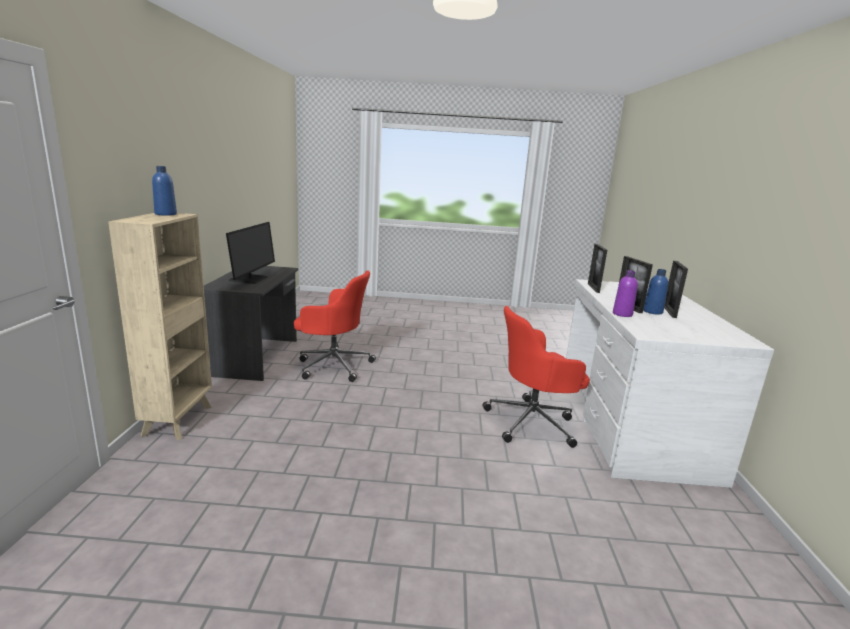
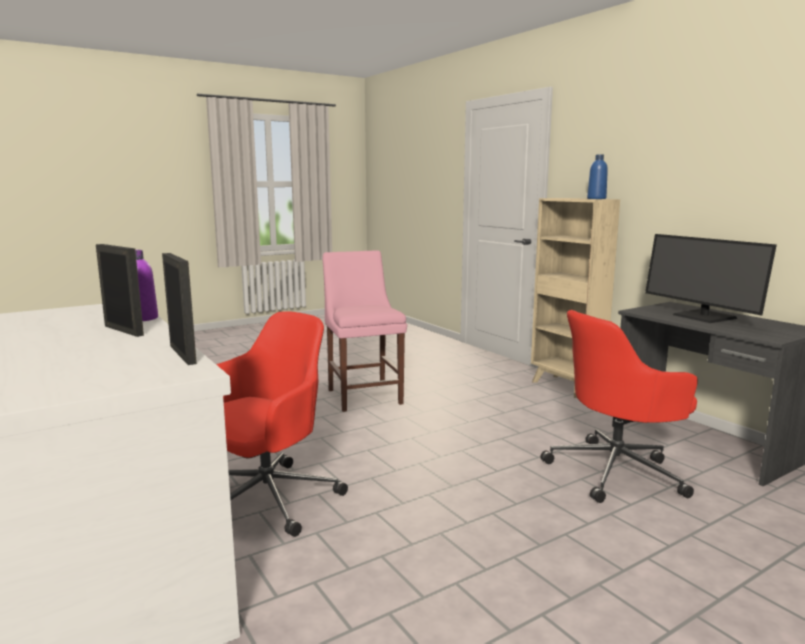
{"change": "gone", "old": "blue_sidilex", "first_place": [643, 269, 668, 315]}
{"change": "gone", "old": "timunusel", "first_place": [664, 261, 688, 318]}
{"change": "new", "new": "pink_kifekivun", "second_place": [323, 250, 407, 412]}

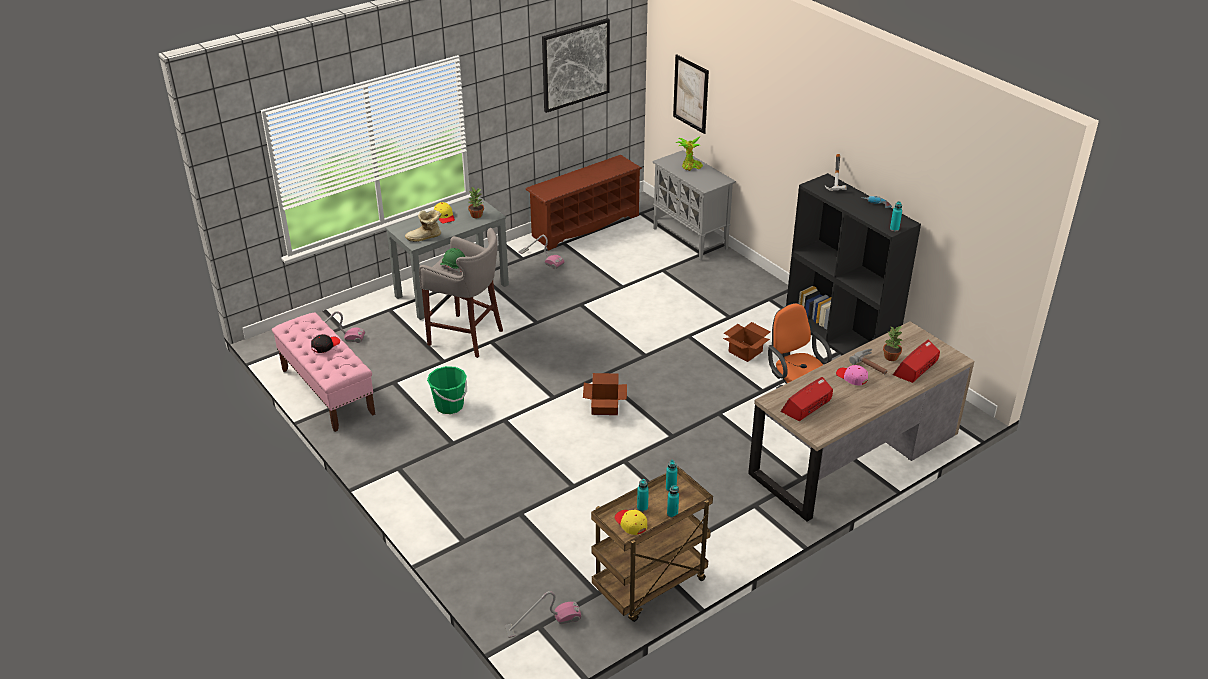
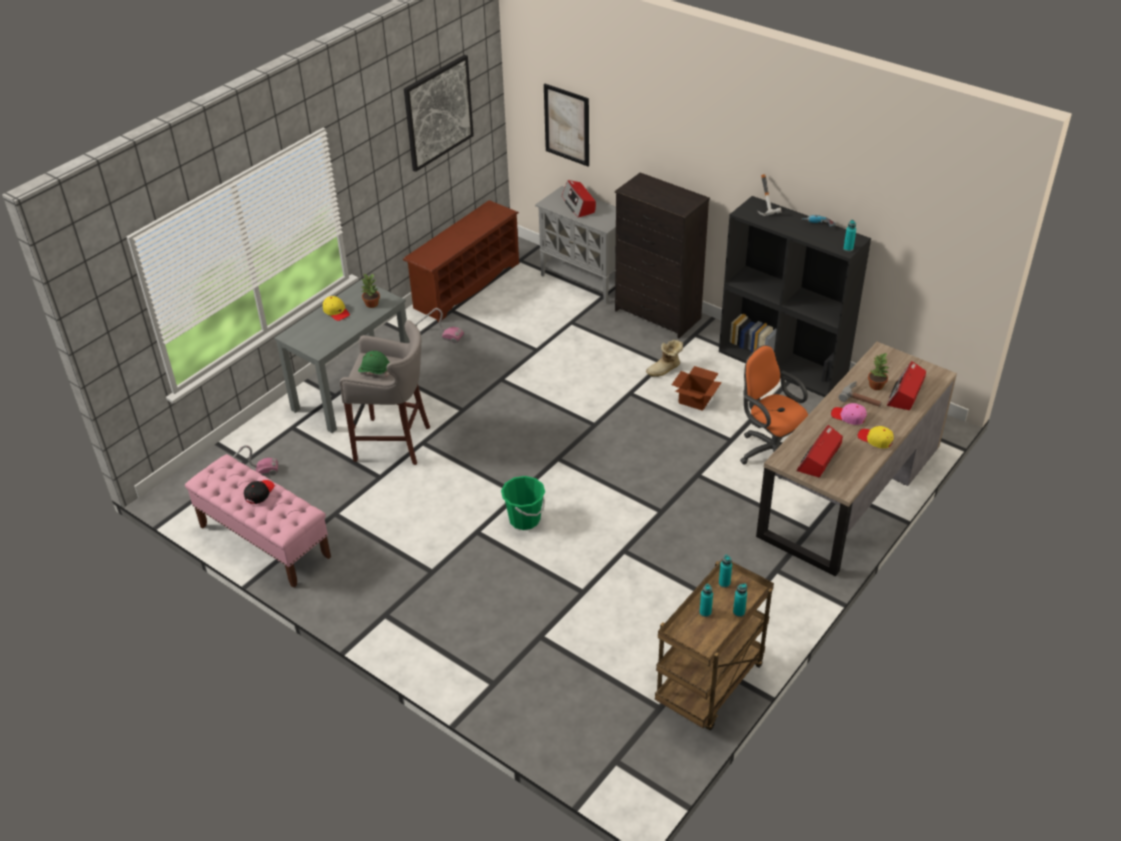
{"change": "gone", "old": "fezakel", "first_place": [505, 591, 582, 638]}
{"change": "gone", "old": "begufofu", "first_place": [583, 373, 627, 415]}
{"change": "new", "new": "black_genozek", "second_place": [615, 173, 710, 338]}
{"change": "shifted", "old": "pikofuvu", "first_place": [405, 210, 441, 242], "second_place": [646, 339, 683, 377]}
{"change": "shifted", "old": "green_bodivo", "first_place": [427, 366, 467, 414], "second_place": [501, 476, 545, 530]}
{"change": "shifted", "old": "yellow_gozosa", "first_place": [615, 510, 647, 535], "second_place": [858, 426, 894, 448]}
{"change": "swapped", "old": "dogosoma", "new": "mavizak", "first_place": [676, 136, 703, 171], "second_place": [562, 180, 596, 218]}

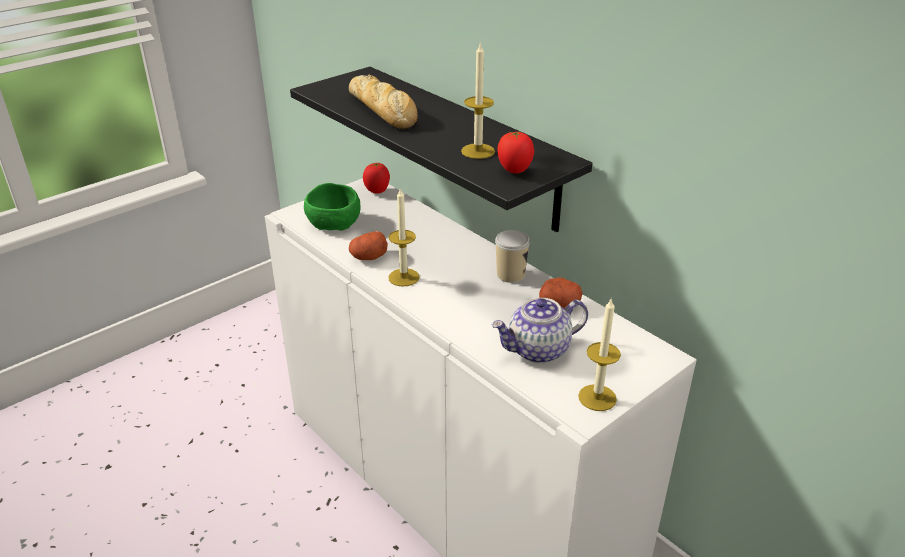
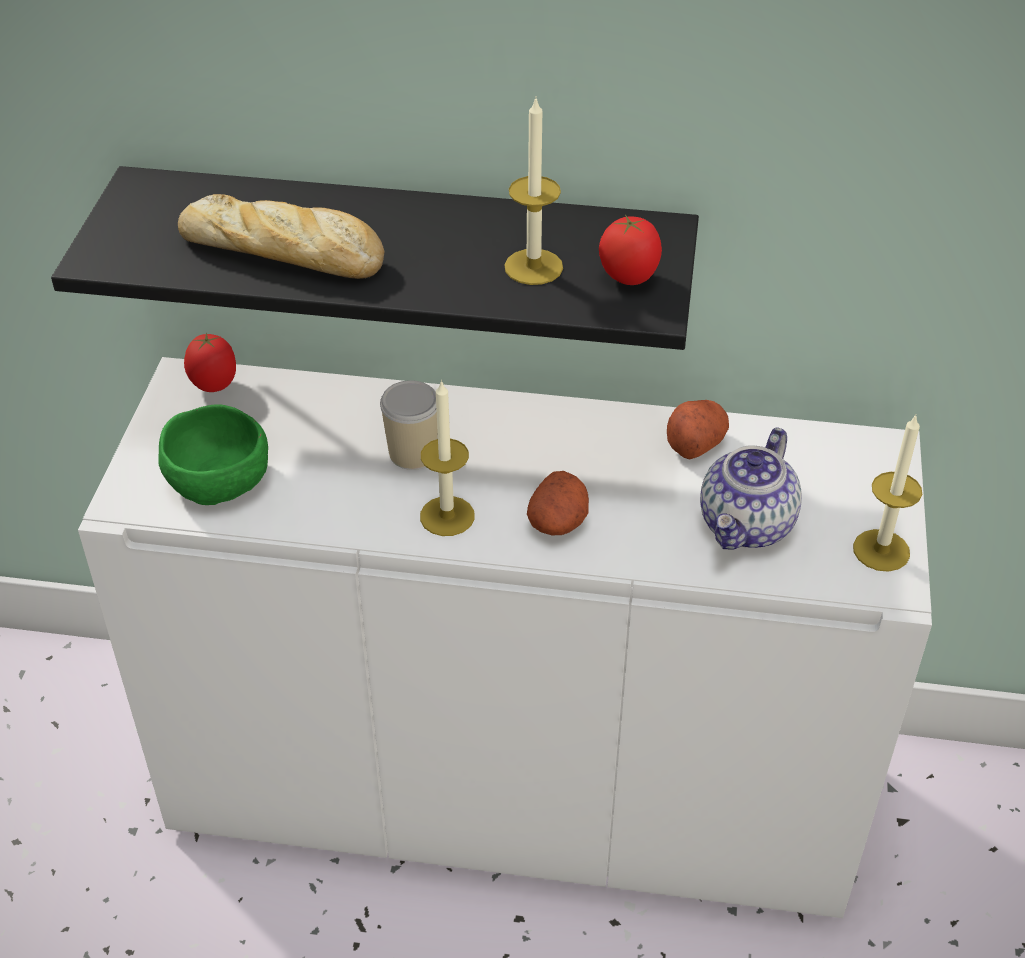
{"change": "shifted", "old": "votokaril", "first_place": [349, 231, 388, 260], "second_place": [527, 471, 589, 535]}
{"change": "shifted", "old": "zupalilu", "first_place": [495, 230, 530, 283], "second_place": [380, 380, 438, 470]}

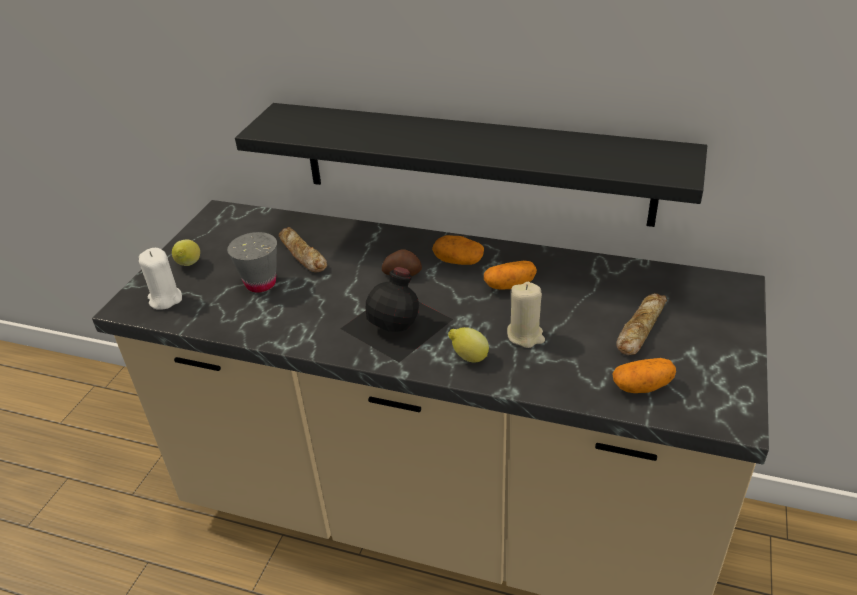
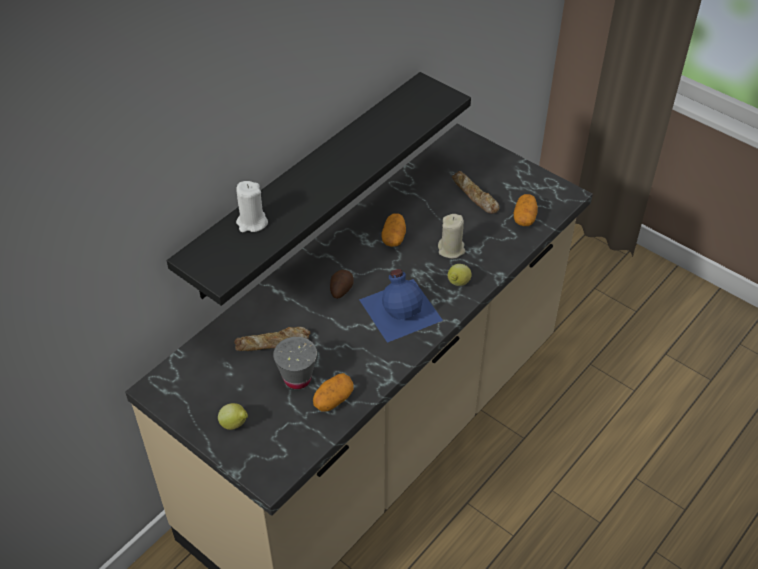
{"change": "shifted", "old": "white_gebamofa", "first_place": [139, 248, 182, 310], "second_place": [236, 181, 268, 232]}
{"change": "shifted", "old": "votokaril", "first_place": [432, 235, 484, 265], "second_place": [313, 373, 354, 411]}
{"change": "repainted", "old": "black_sidilex", "new": "blue_sidilex", "first_place": [340, 267, 453, 362], "second_place": [359, 269, 443, 343]}

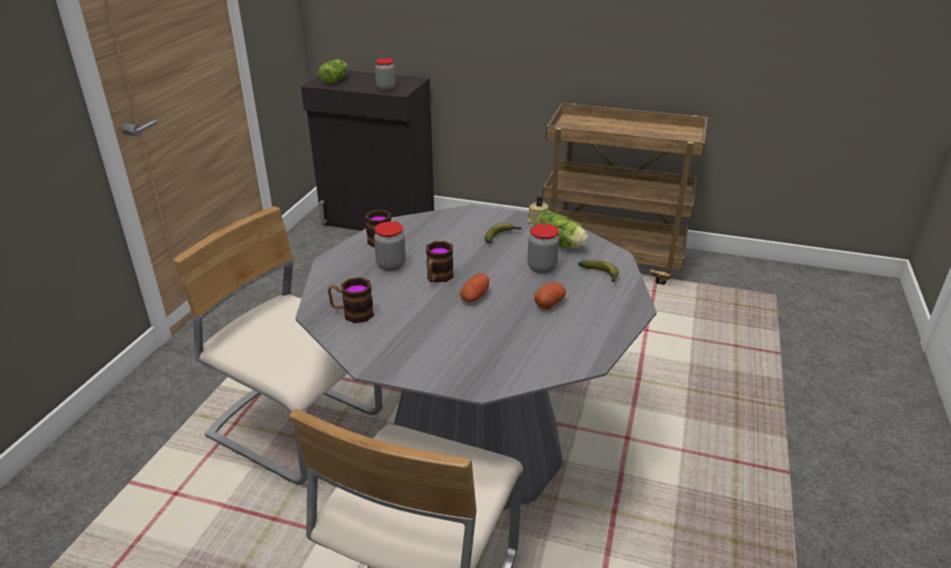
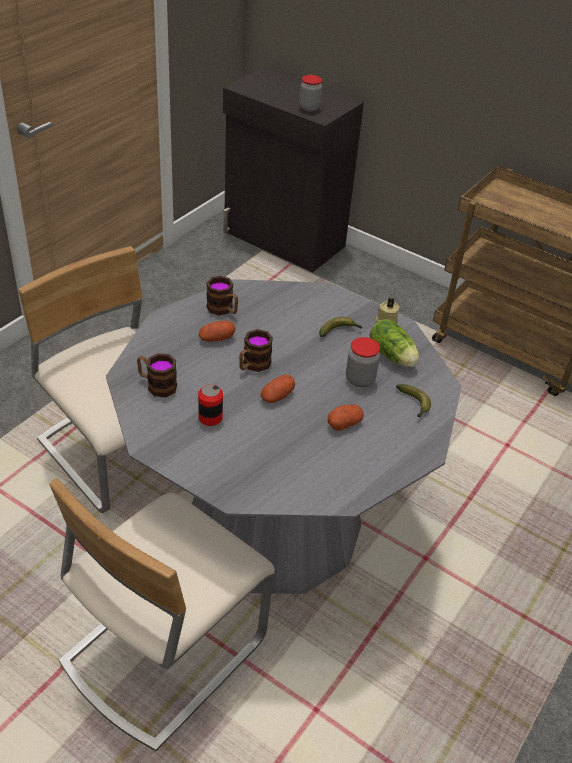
{"change": "gone", "old": "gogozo", "first_place": [319, 59, 348, 84]}
{"change": "new", "new": "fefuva", "second_place": [198, 384, 223, 426]}
{"change": "swapped", "old": "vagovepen", "new": "votokaril", "first_place": [374, 222, 406, 271], "second_place": [199, 321, 236, 342]}

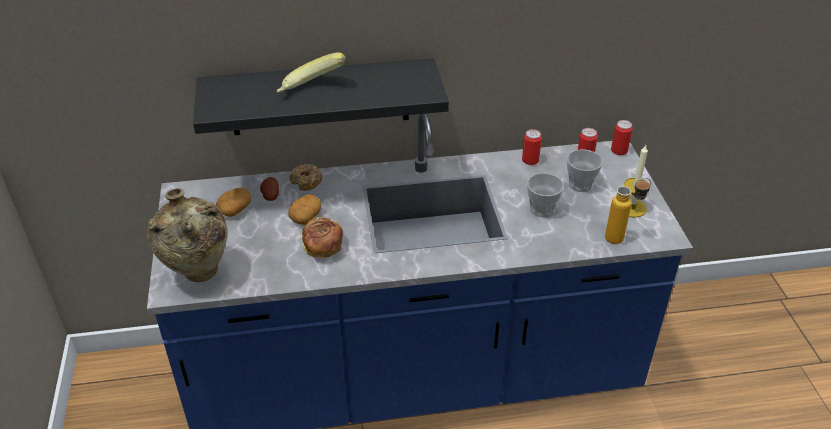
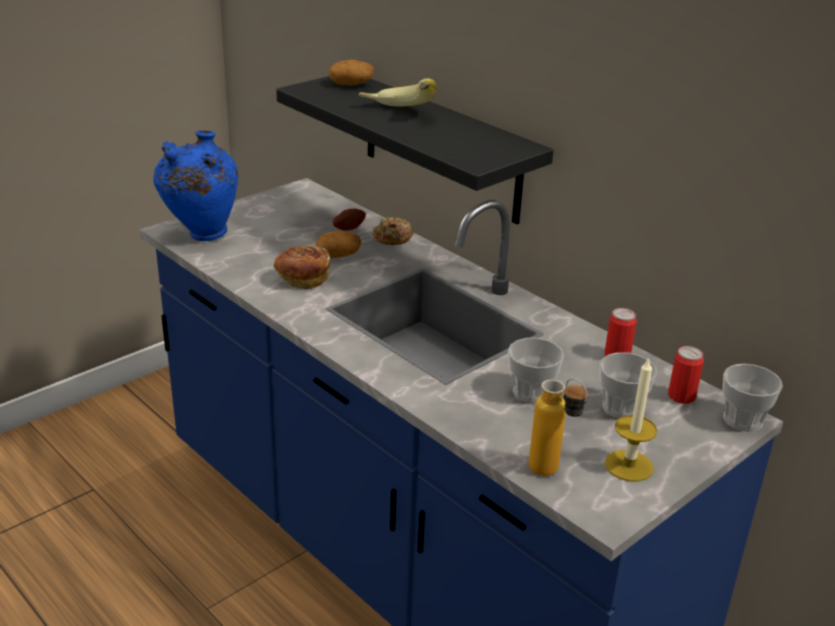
{"change": "shifted", "old": "votokaril", "first_place": [216, 188, 251, 217], "second_place": [328, 59, 374, 85]}
{"change": "swapped", "old": "fefuva", "new": "zupalilu", "first_place": [611, 120, 633, 155], "second_place": [723, 364, 783, 432]}
{"change": "repainted", "old": "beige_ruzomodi", "new": "blue_ruzomodi", "first_place": [147, 188, 227, 282], "second_place": [153, 130, 238, 241]}

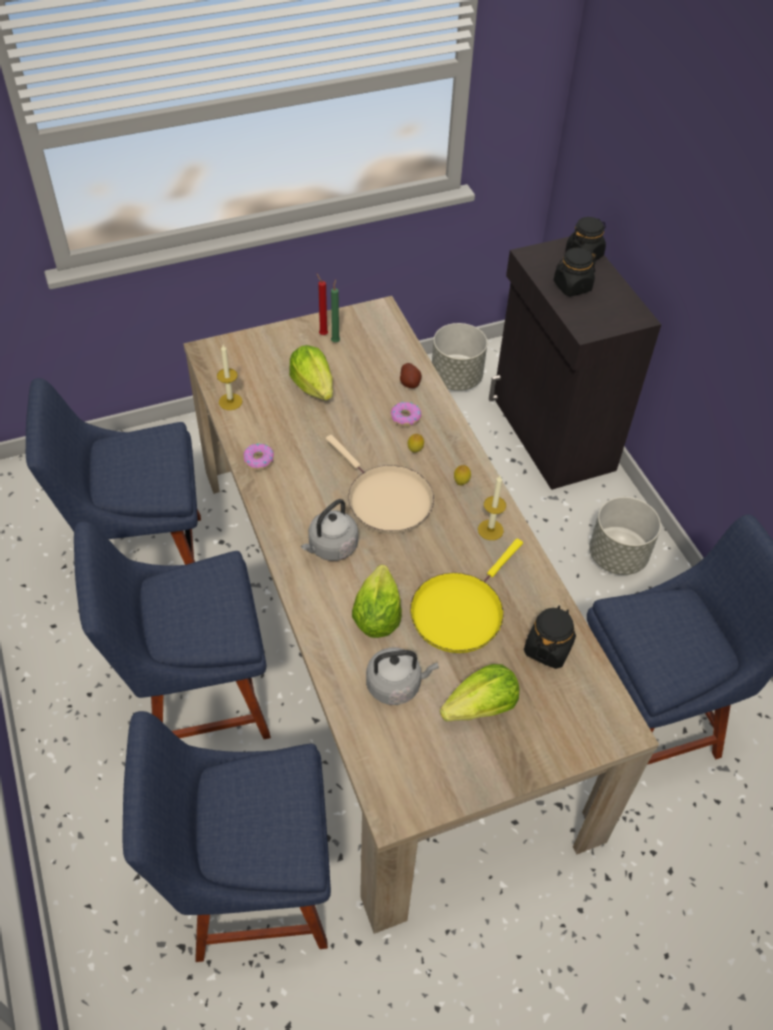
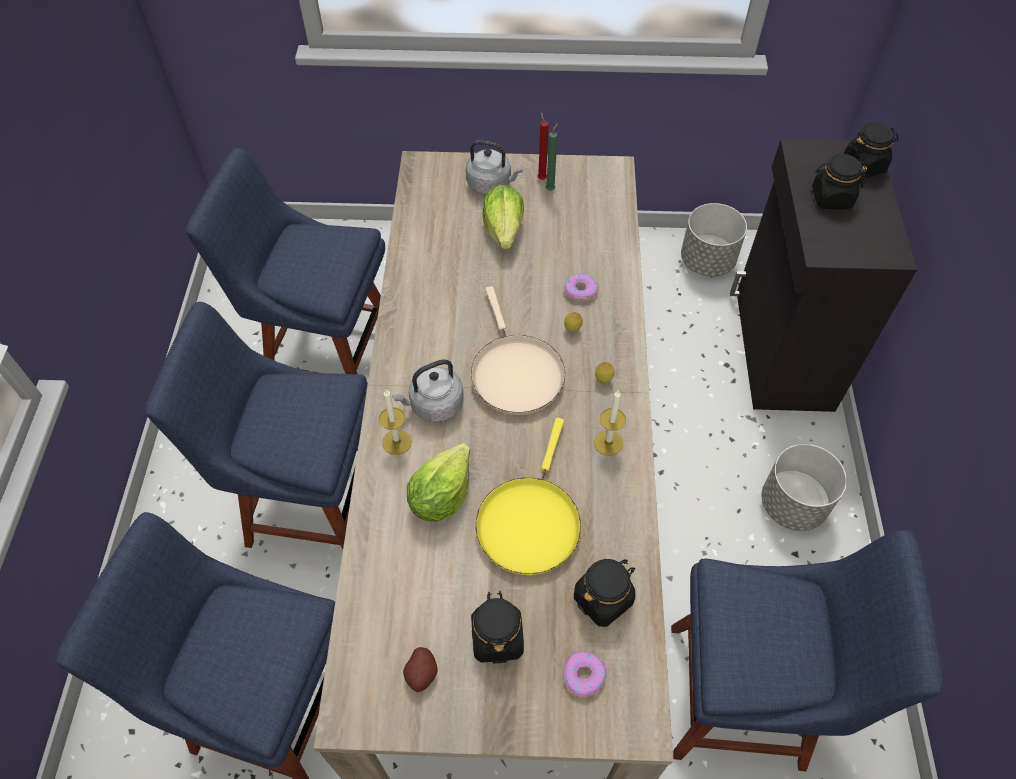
{"change": "shifted", "old": "gebamofa", "first_place": [217, 345, 242, 410], "second_place": [379, 390, 412, 455]}
{"change": "shifted", "old": "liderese", "first_place": [244, 444, 274, 470], "second_place": [563, 651, 606, 697]}
{"change": "shifted", "old": "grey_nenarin", "first_place": [366, 648, 439, 705], "second_place": [466, 140, 522, 195]}
{"change": "shifted", "old": "votokaril", "first_place": [400, 363, 422, 388], "second_place": [403, 647, 438, 692]}
{"change": "swapped", "old": "gogozo", "new": "black_vagovepen", "first_place": [440, 664, 519, 722], "second_place": [471, 591, 524, 664]}
{"change": "rotated", "old": "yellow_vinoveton", "first_place": [410, 539, 523, 653], "second_place": [475, 418, 581, 575], "degrees": -45}

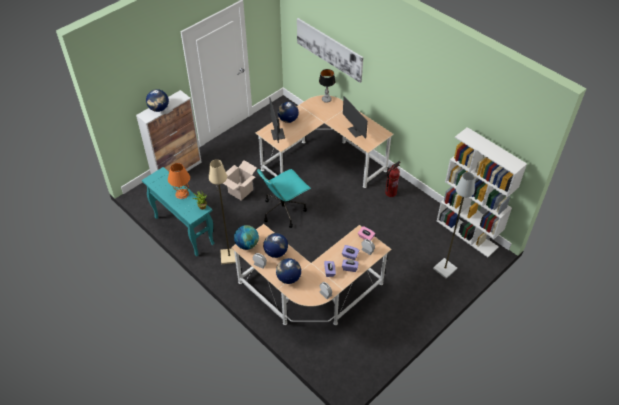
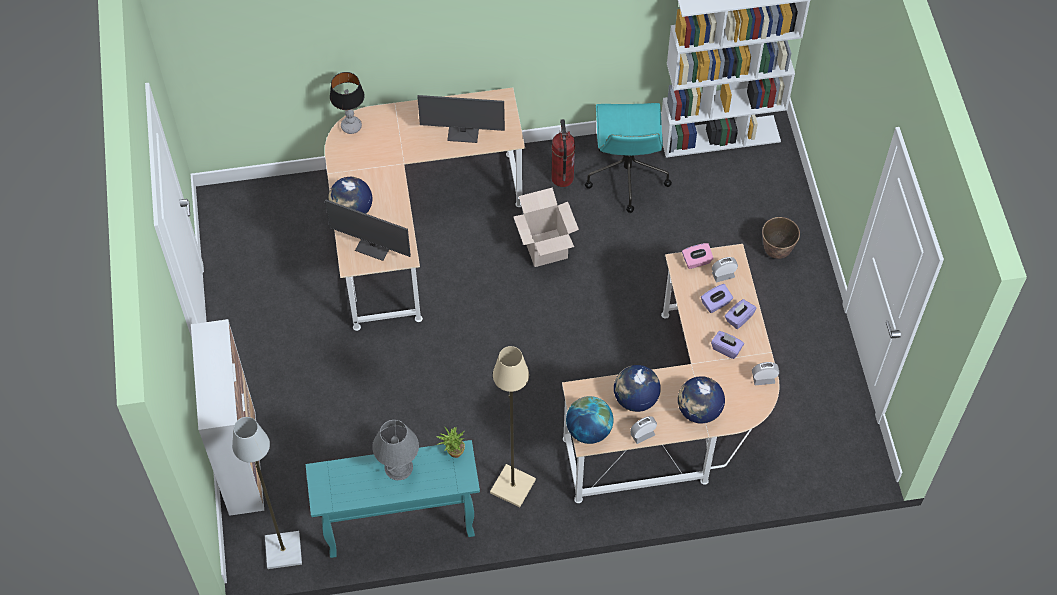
{"change": "gone", "old": "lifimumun", "first_place": [146, 89, 169, 112]}
{"change": "gone", "old": "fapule", "first_place": [297, 18, 363, 83]}
{"change": "new", "new": "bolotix", "second_place": [762, 217, 800, 259]}
{"change": "shifted", "old": "begufofu", "first_place": [223, 160, 257, 201], "second_place": [513, 187, 579, 267]}
{"change": "shifted", "old": "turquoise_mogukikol", "first_place": [257, 169, 311, 228], "second_place": [585, 103, 672, 213]}
{"change": "shifted", "old": "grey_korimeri", "first_place": [433, 172, 475, 279], "second_place": [232, 417, 302, 569]}
{"change": "repainted", "old": "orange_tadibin", "new": "grey_tadibin", "first_place": [168, 163, 190, 199], "second_place": [372, 420, 419, 480]}

